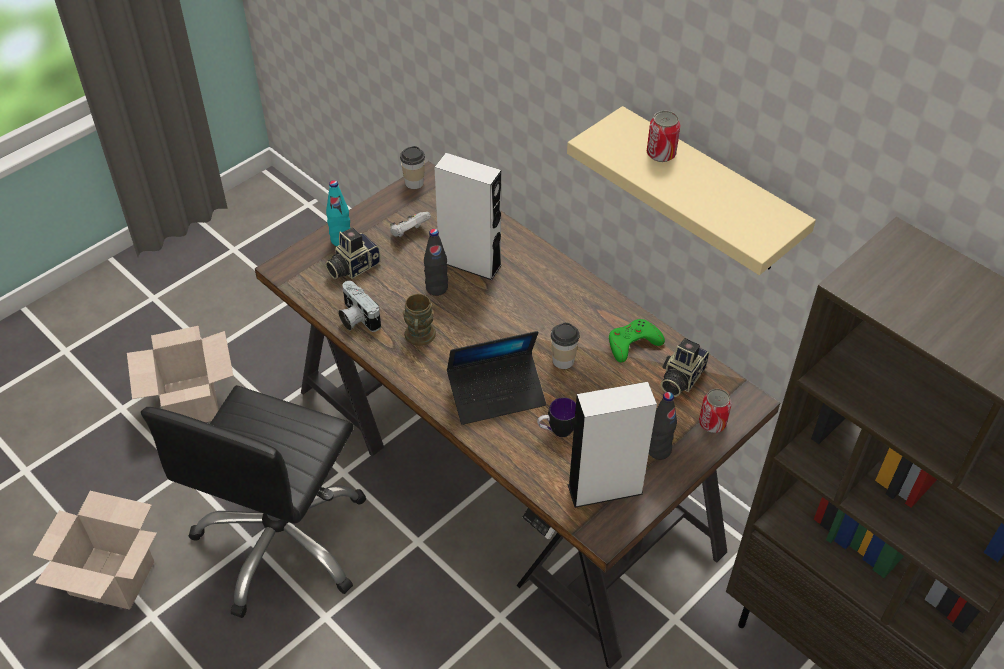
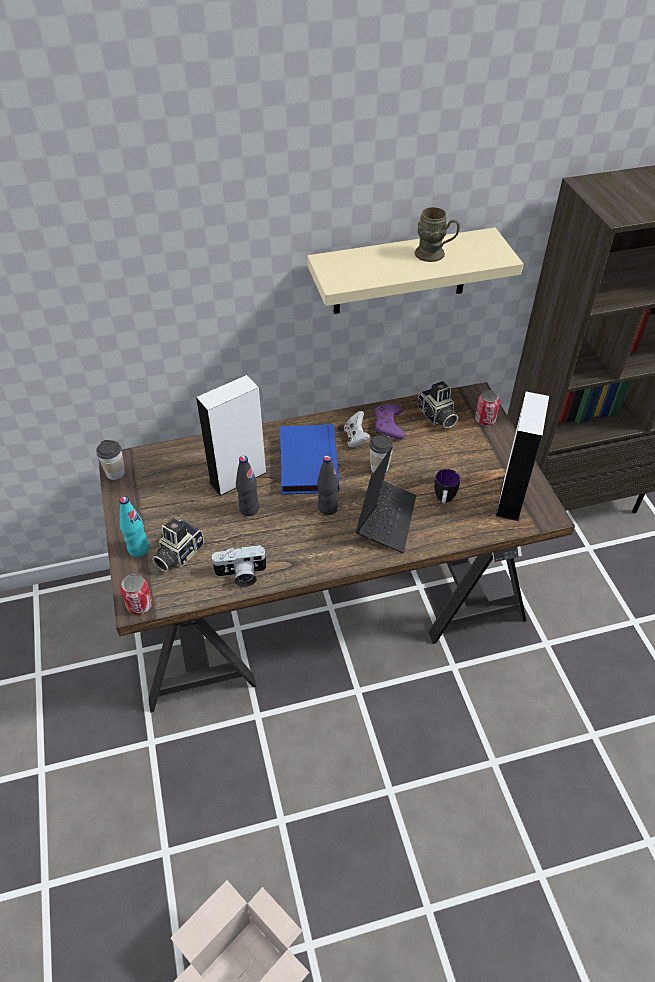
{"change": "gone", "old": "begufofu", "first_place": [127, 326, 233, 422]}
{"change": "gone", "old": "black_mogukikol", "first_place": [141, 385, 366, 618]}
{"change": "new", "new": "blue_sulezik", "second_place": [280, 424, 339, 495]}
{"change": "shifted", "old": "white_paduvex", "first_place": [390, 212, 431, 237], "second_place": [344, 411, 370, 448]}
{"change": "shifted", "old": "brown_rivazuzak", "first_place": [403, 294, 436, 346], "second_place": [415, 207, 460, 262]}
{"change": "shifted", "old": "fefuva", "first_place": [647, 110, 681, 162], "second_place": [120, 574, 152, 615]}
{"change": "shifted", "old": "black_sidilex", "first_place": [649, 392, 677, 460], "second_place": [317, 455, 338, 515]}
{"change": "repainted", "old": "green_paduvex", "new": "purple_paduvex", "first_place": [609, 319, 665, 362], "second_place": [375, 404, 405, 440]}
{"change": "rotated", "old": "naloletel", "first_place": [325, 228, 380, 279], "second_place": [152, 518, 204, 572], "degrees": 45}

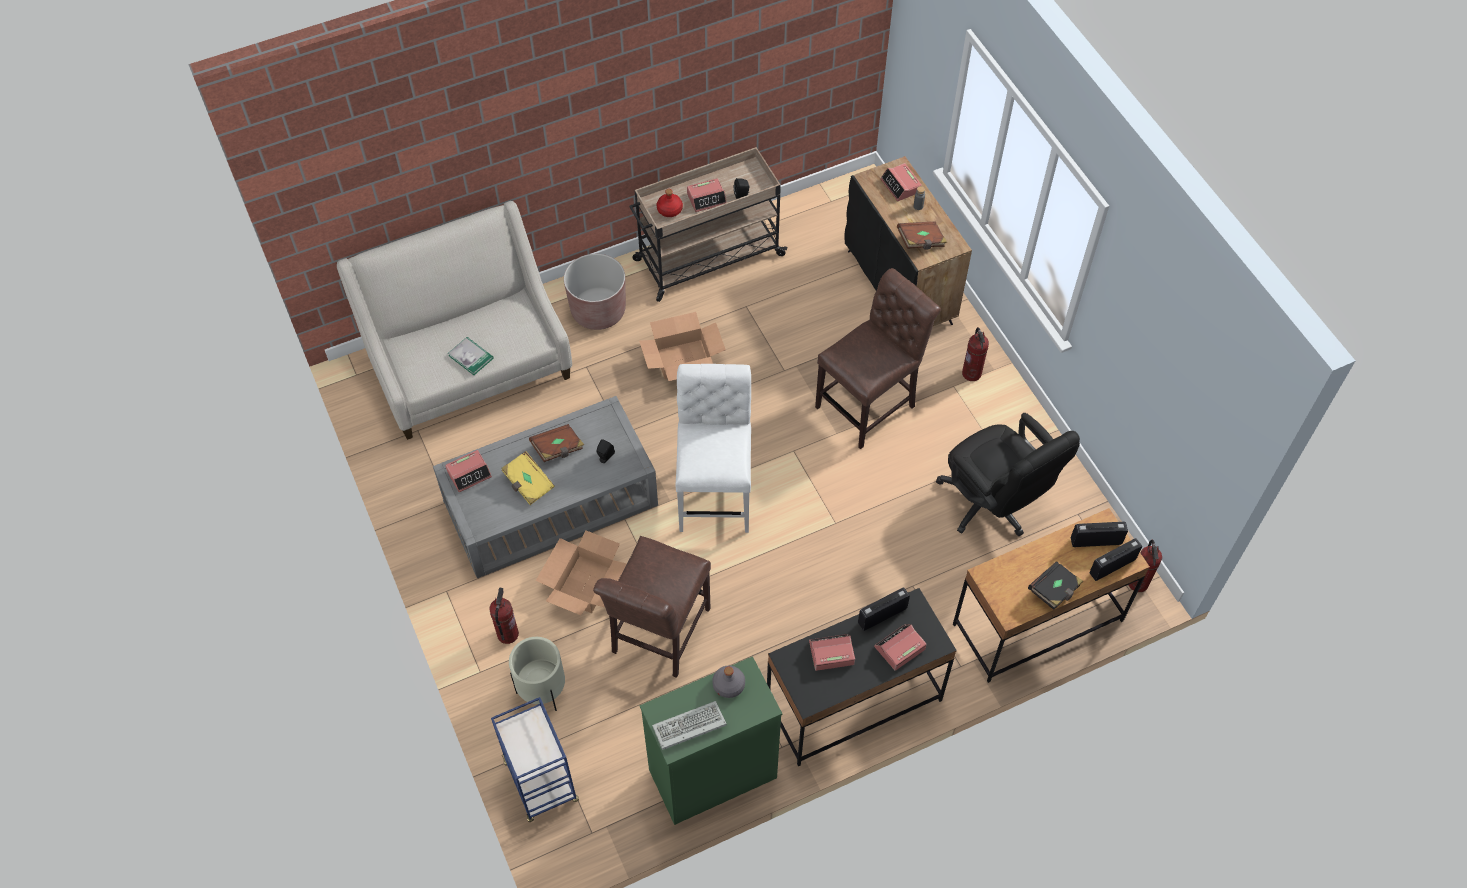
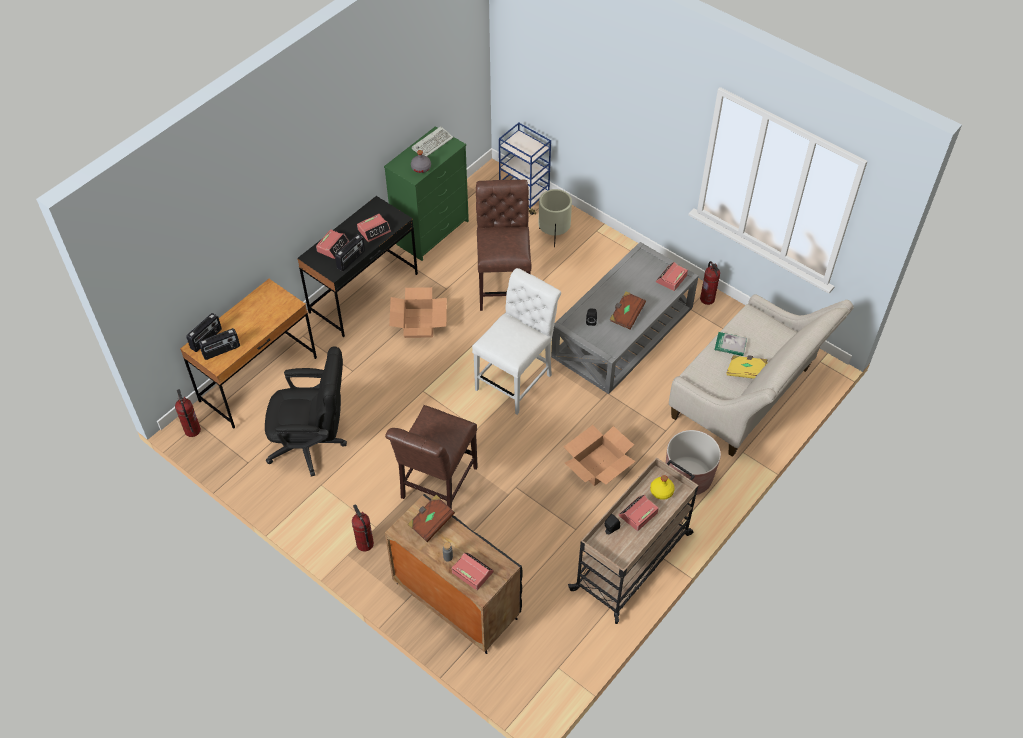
{"change": "gone", "old": "black_sulezik", "first_place": [1028, 561, 1083, 610]}
{"change": "shifted", "old": "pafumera", "first_place": [489, 588, 519, 644], "second_place": [700, 261, 720, 305]}
{"change": "shifted", "old": "yellow_sulezik", "first_place": [501, 451, 555, 505], "second_place": [726, 355, 768, 379]}
{"change": "shifted", "old": "begufofu", "first_place": [536, 530, 627, 615], "second_place": [389, 287, 447, 338]}
{"change": "repainted", "old": "red_sidilex", "new": "yellow_sidilex", "first_place": [657, 189, 683, 217], "second_place": [650, 475, 675, 500]}
{"change": "rotated", "old": "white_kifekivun", "first_place": [676, 364, 751, 533], "second_place": [472, 268, 561, 415], "degrees": -120}
{"change": "rotated", "old": "black_mogukikol", "first_place": [936, 413, 1080, 536], "second_place": [265, 347, 347, 477], "degrees": 150}

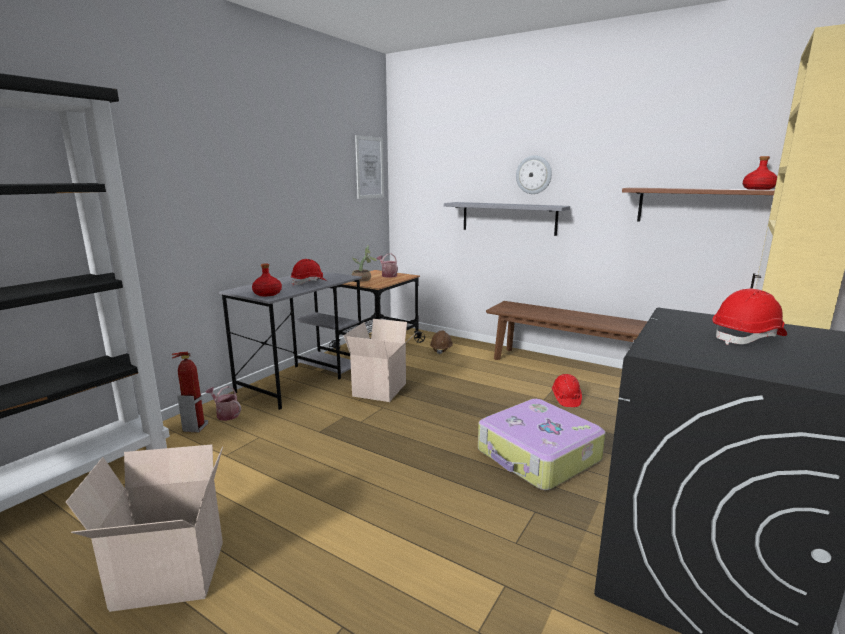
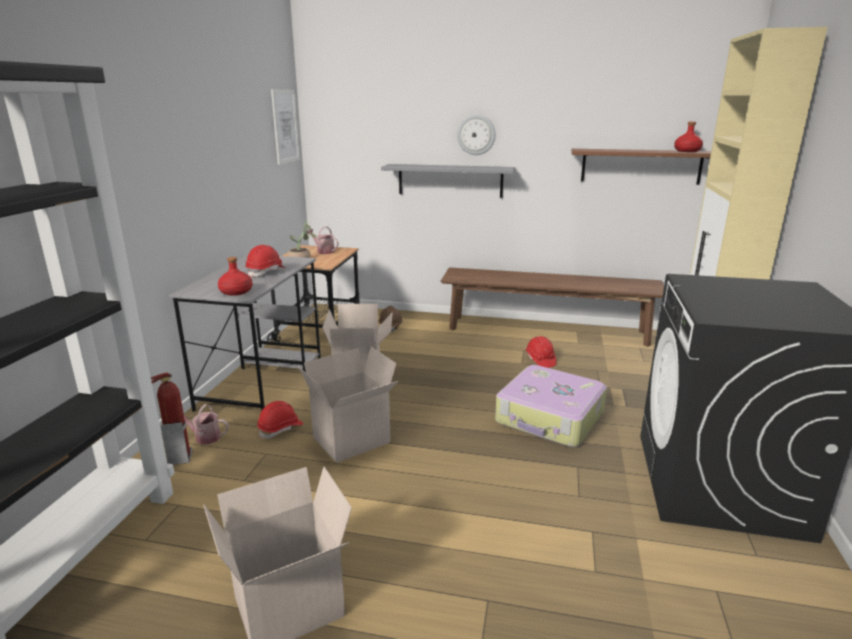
{"change": "new", "new": "begufofu", "second_place": [298, 347, 398, 463]}
{"change": "shifted", "old": "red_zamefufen", "first_place": [712, 289, 787, 345], "second_place": [257, 401, 303, 439]}

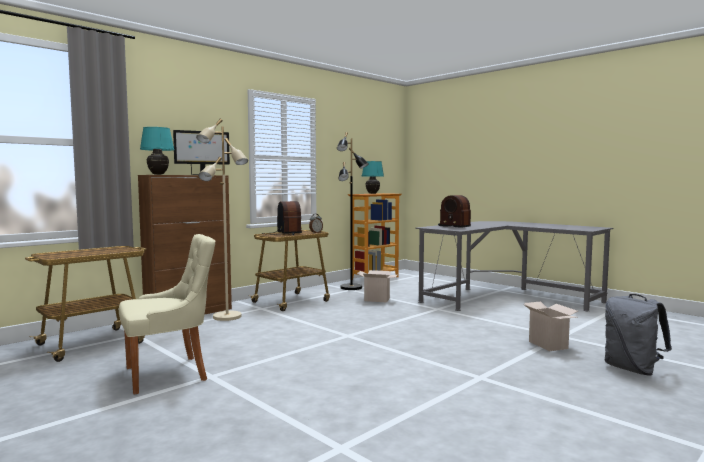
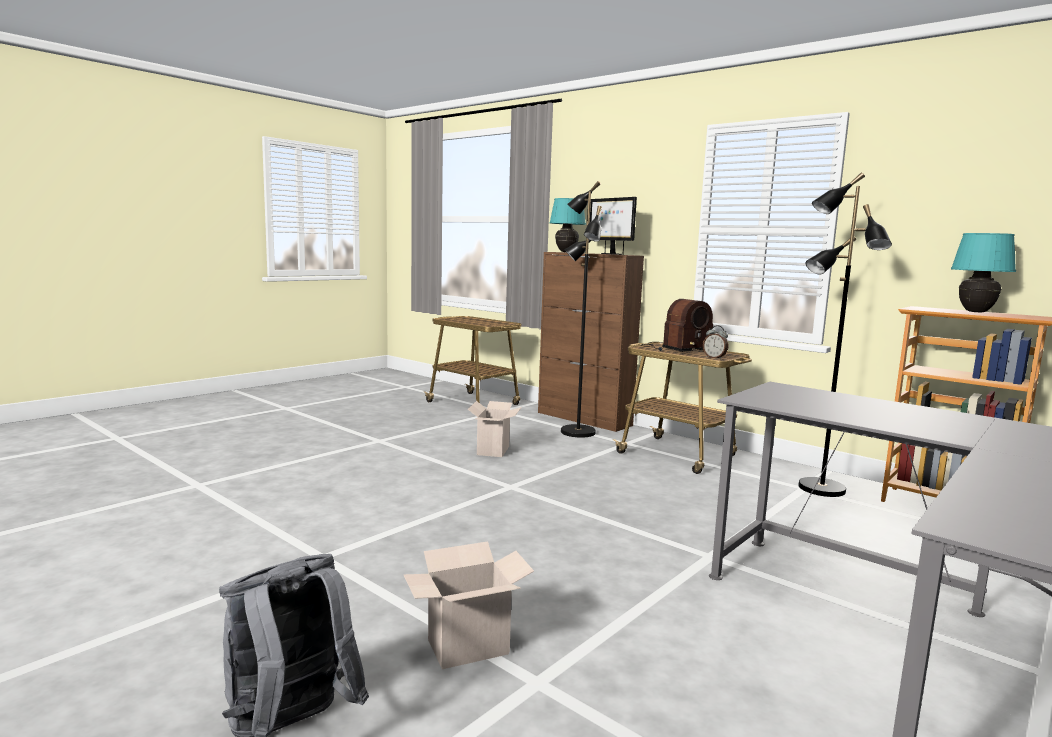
{"change": "gone", "old": "beige_kifekivun", "first_place": [119, 234, 216, 394]}
{"change": "gone", "old": "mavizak", "first_place": [438, 195, 471, 228]}
{"change": "shifted", "old": "begufofu", "first_place": [357, 270, 397, 303], "second_place": [468, 401, 522, 457]}
{"change": "repainted", "old": "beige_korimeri", "new": "black_korimeri", "first_place": [196, 119, 248, 321], "second_place": [561, 181, 602, 438]}

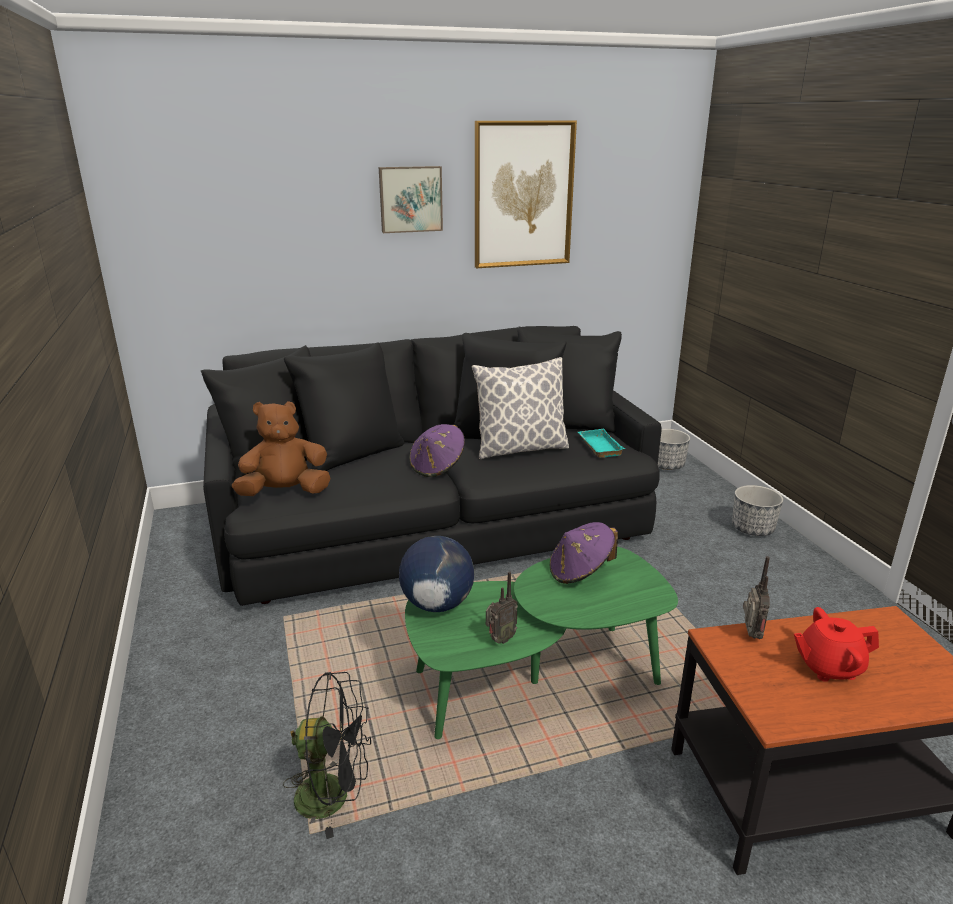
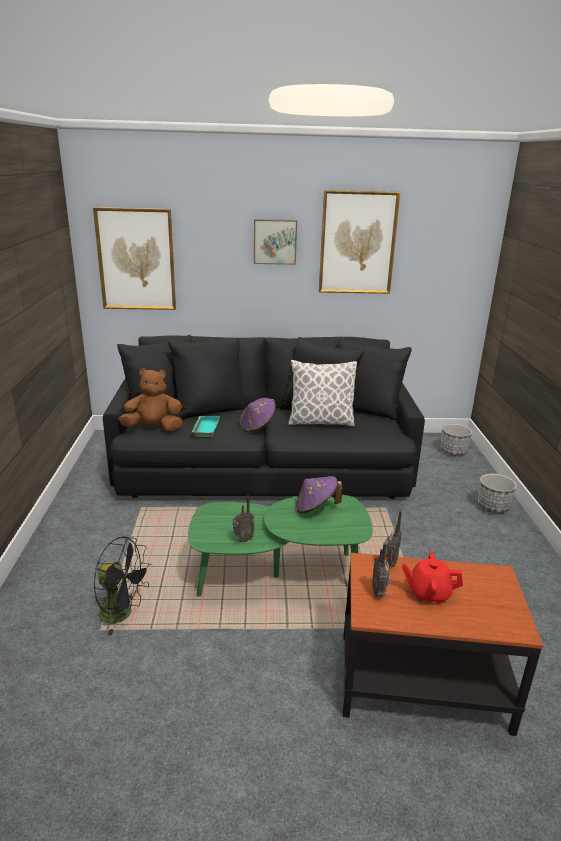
{"change": "gone", "old": "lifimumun", "first_place": [399, 536, 474, 612]}
{"change": "new", "new": "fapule", "second_place": [93, 207, 176, 310]}
{"change": "new", "new": "mavizak", "second_place": [372, 543, 391, 598]}
{"change": "shifted", "old": "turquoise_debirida", "first_place": [578, 429, 625, 458], "second_place": [192, 416, 220, 437]}

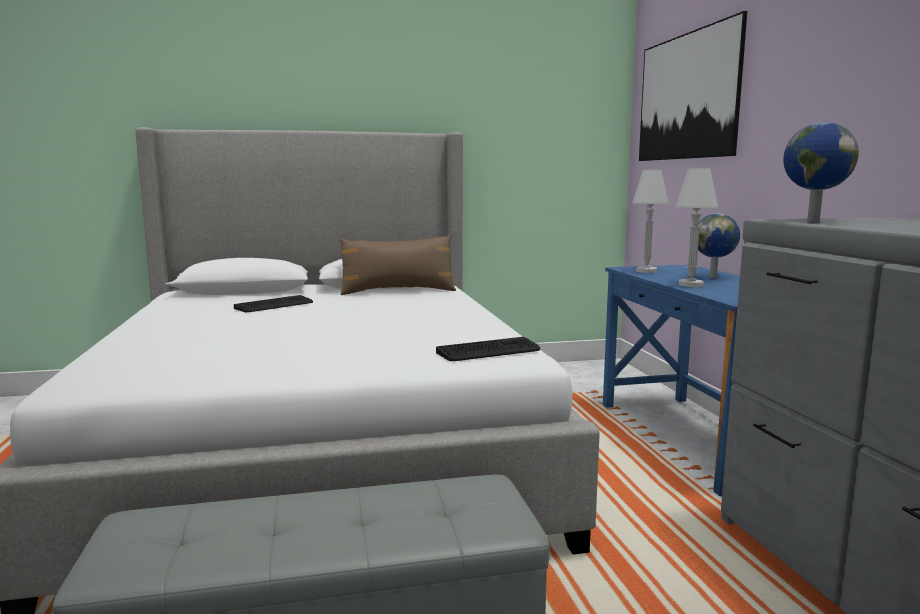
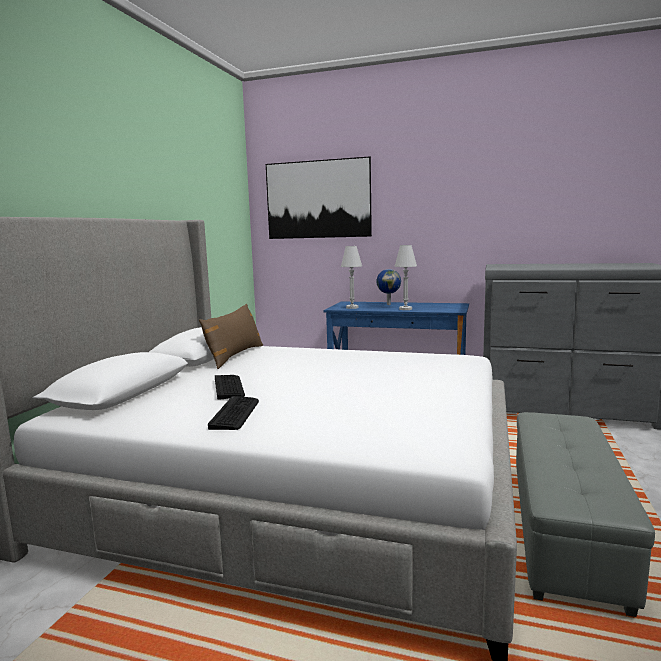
{"change": "gone", "old": "lifimumun", "first_place": [783, 122, 859, 222]}
{"change": "shifted", "old": "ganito", "first_place": [436, 337, 540, 361], "second_place": [208, 396, 259, 430]}

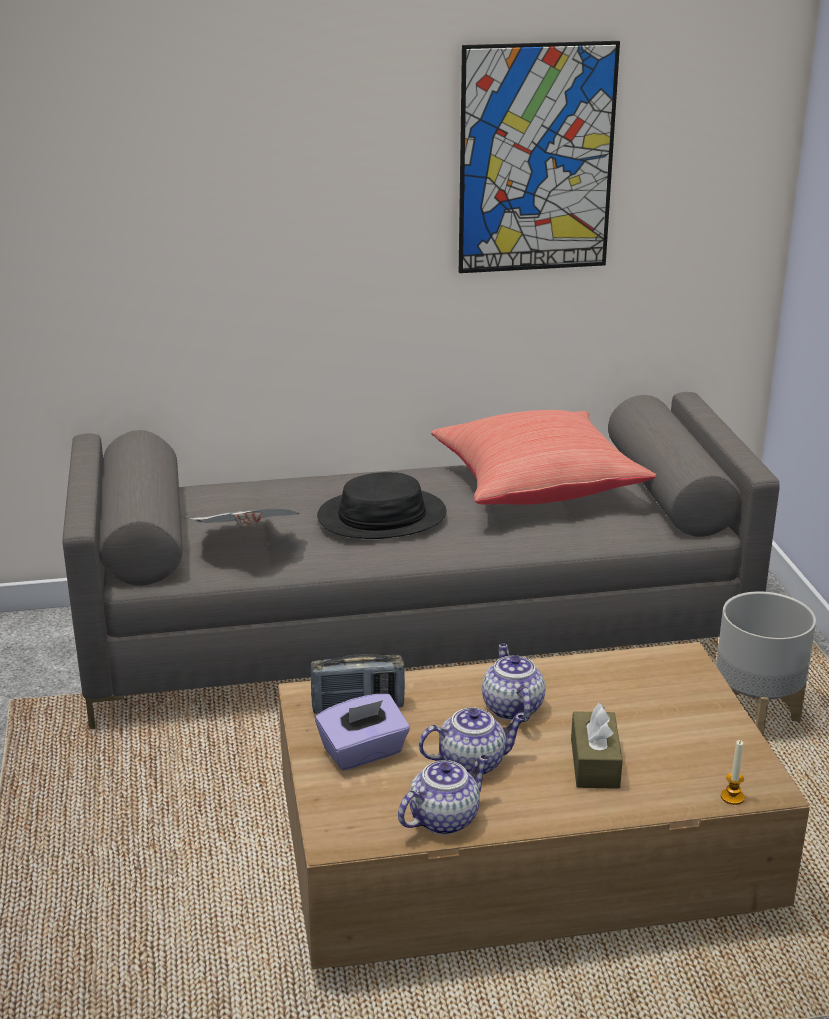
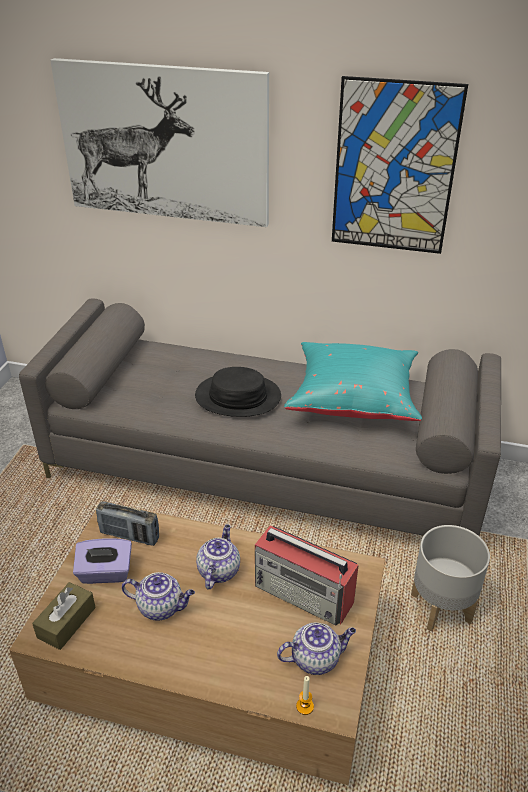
{"change": "gone", "old": "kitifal", "first_place": [191, 509, 300, 527]}
{"change": "new", "new": "fapule", "second_place": [50, 58, 269, 227]}
{"change": "new", "new": "mavizak", "second_place": [255, 526, 359, 626]}
{"change": "shifted", "old": "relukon", "first_place": [398, 755, 489, 835], "second_place": [277, 623, 356, 675]}
{"change": "shifted", "old": "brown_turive", "first_place": [571, 703, 623, 789], "second_place": [32, 582, 96, 650]}
{"change": "repainted", "old": "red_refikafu", "new": "turquoise_refikafu", "first_place": [431, 410, 656, 505], "second_place": [284, 342, 422, 421]}

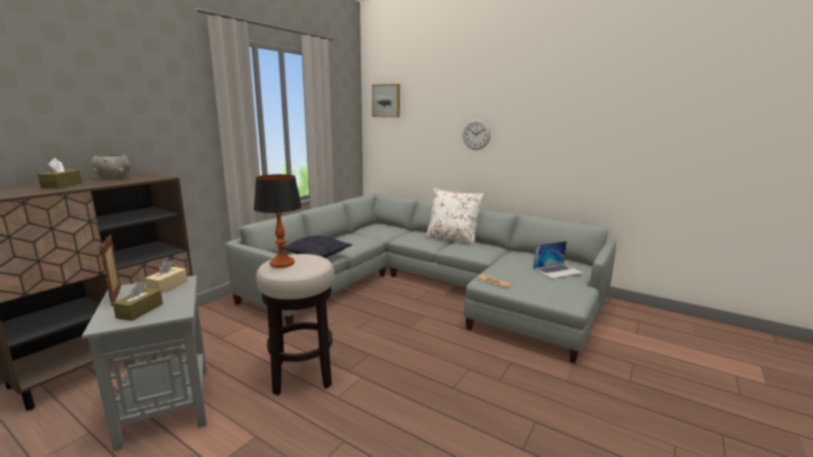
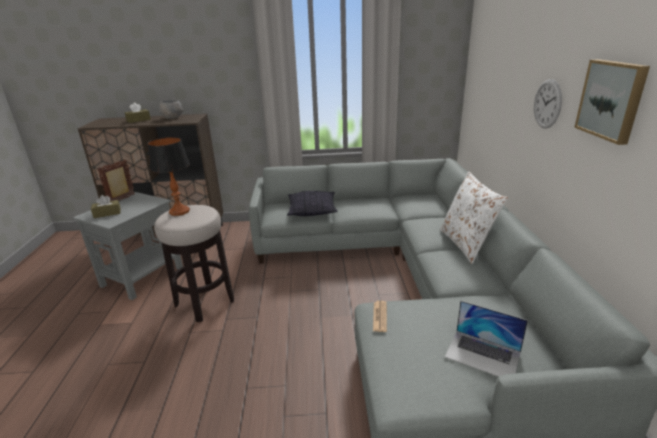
{"change": "gone", "old": "beige_turive", "first_place": [145, 260, 188, 294]}
{"change": "shifted", "old": "fapule", "first_place": [372, 84, 400, 118], "second_place": [574, 59, 650, 145]}

